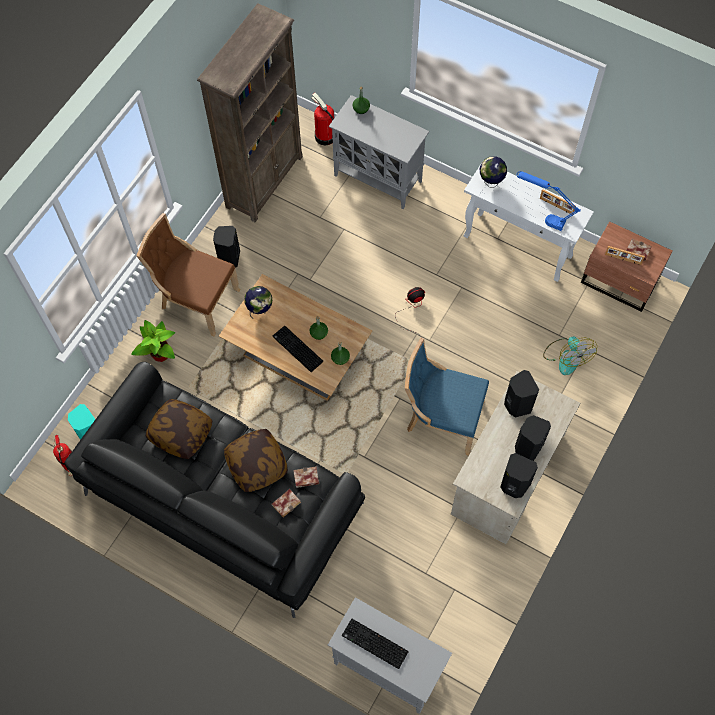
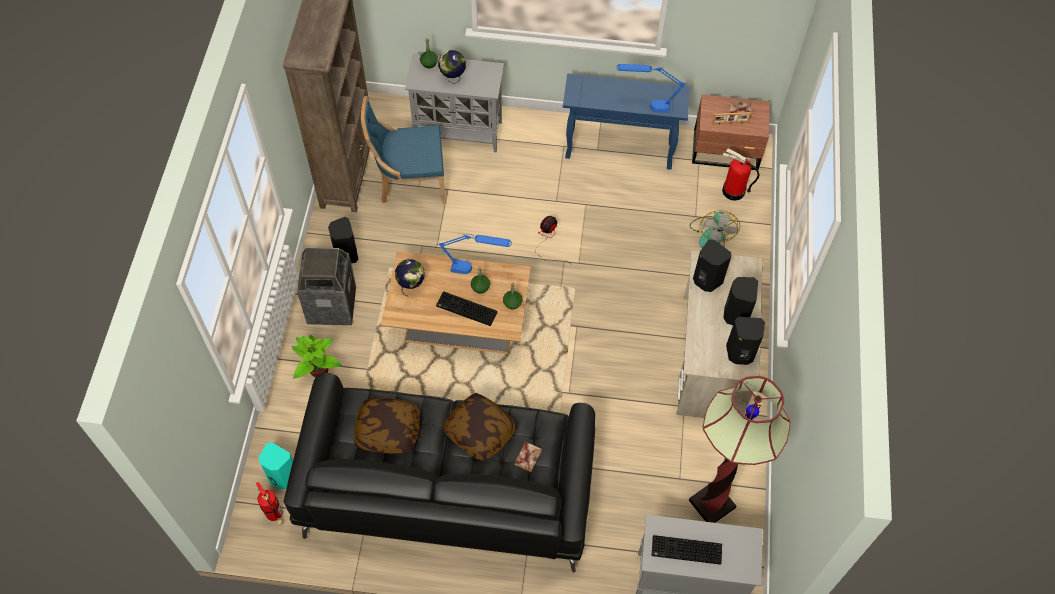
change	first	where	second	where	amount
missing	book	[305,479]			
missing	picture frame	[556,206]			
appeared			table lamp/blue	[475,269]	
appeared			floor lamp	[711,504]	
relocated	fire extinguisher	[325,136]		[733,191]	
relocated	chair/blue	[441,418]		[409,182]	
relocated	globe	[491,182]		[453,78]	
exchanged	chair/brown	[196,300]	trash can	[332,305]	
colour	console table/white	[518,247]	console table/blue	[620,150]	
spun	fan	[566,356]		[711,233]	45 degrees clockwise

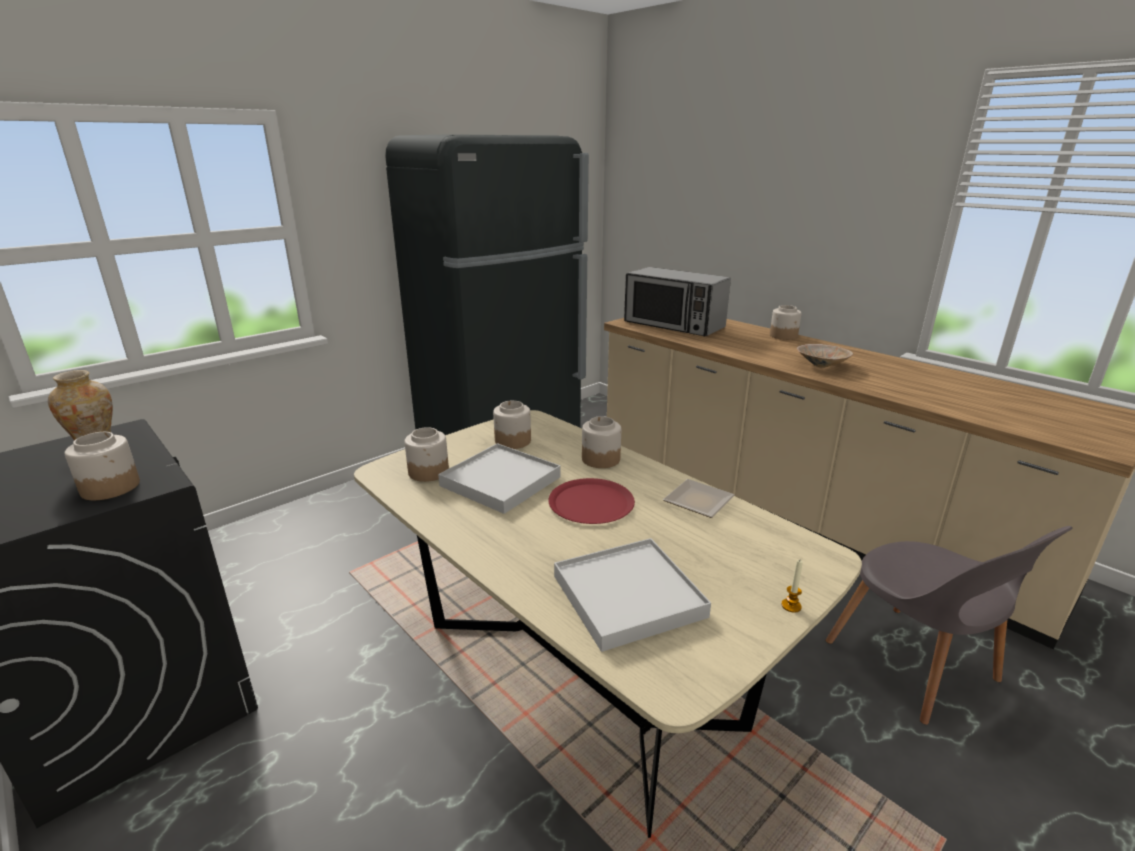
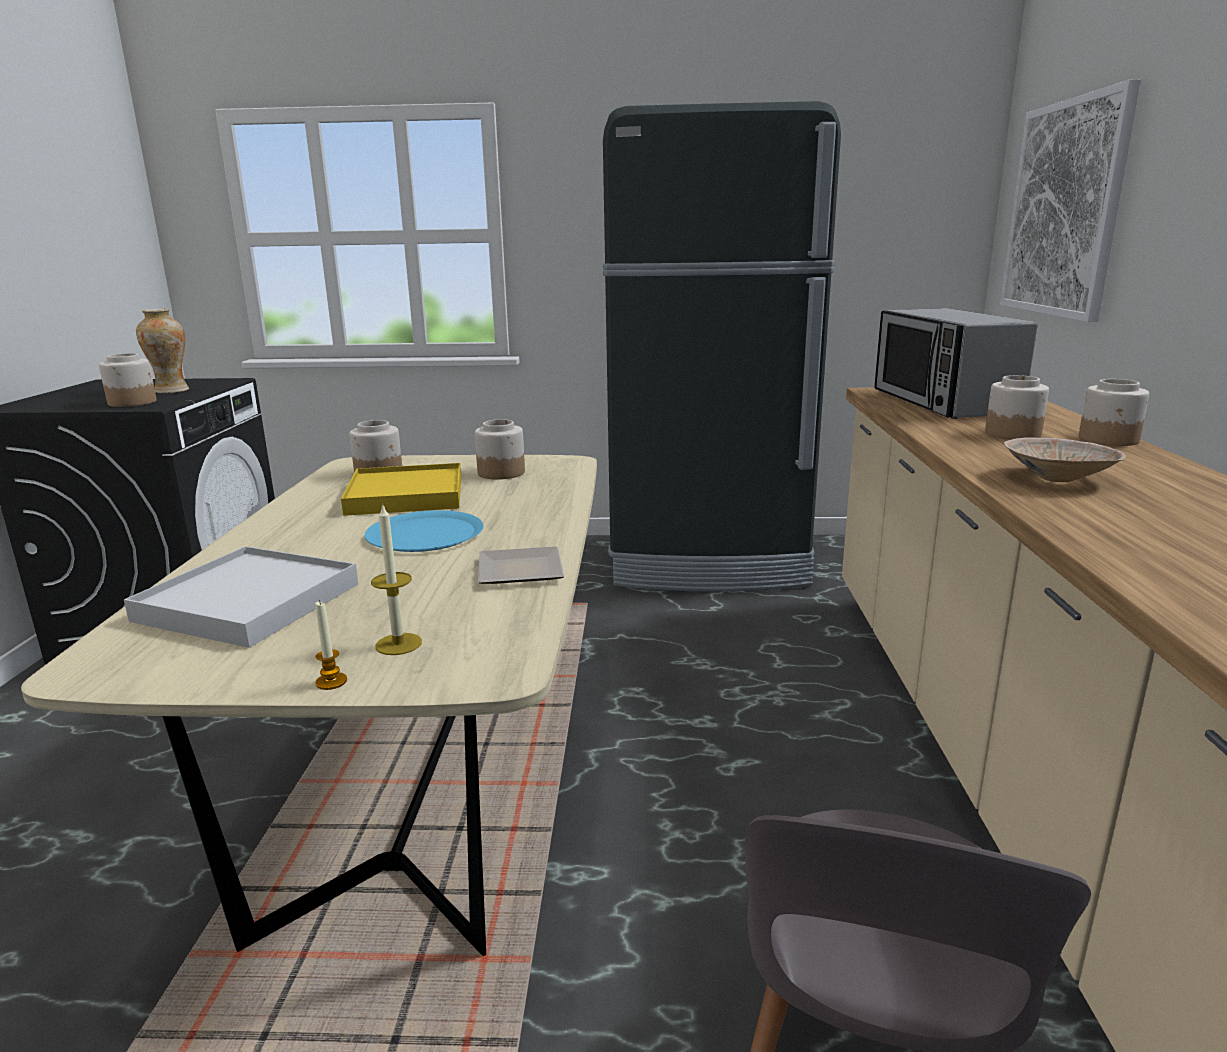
change	first	where	second	where	amount
appeared			candle	[398,644]	
appeared			picture	[1064,209]	
relocated	jar	[600,459]		[1012,434]	
colour	tray/white	[500,481]	tray/yellow	[406,495]	
colour	plate/red	[591,503]	plate/blue	[425,534]	

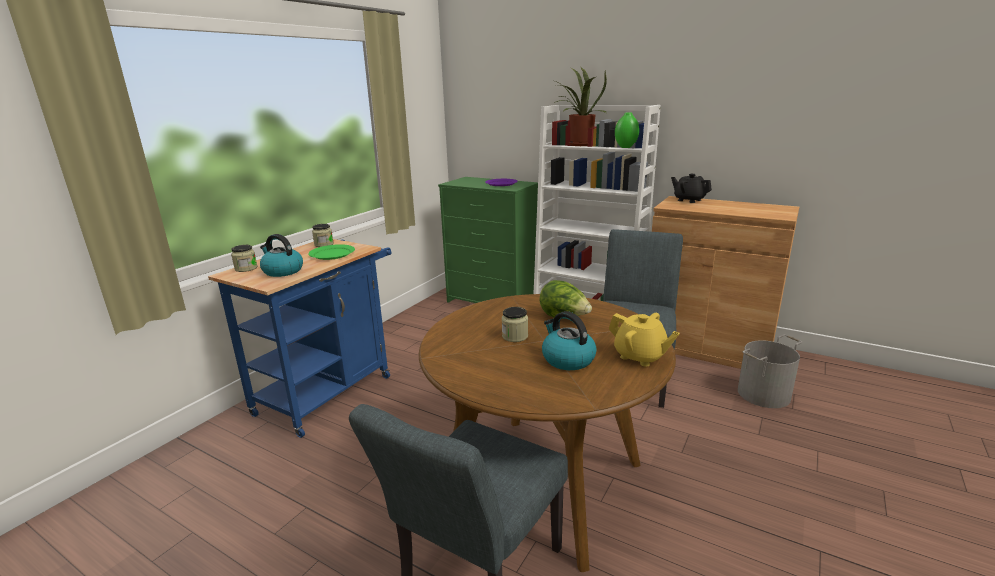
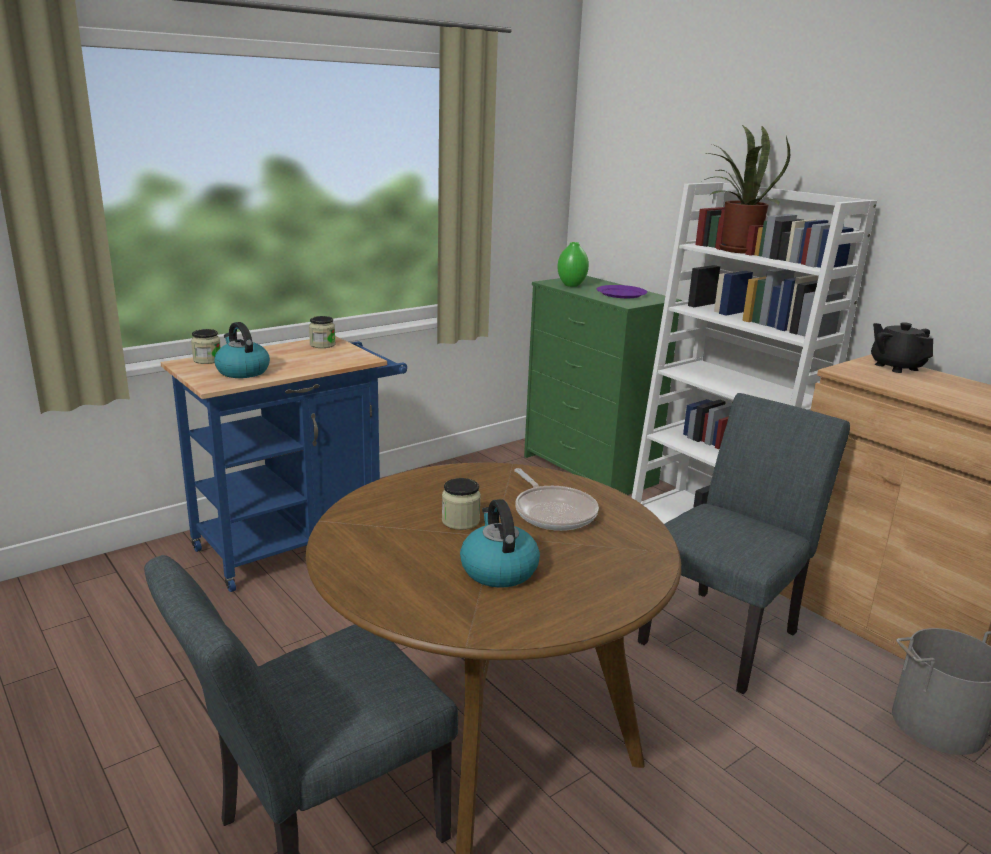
change	first	where	second	where	amount
missing	plate/green	[332,254]			
missing	teapot/yellow	[640,356]			
relocated	vase/green	[626,147]		[571,285]	
exchanged	lettuce	[564,318]	frying pan	[553,512]	

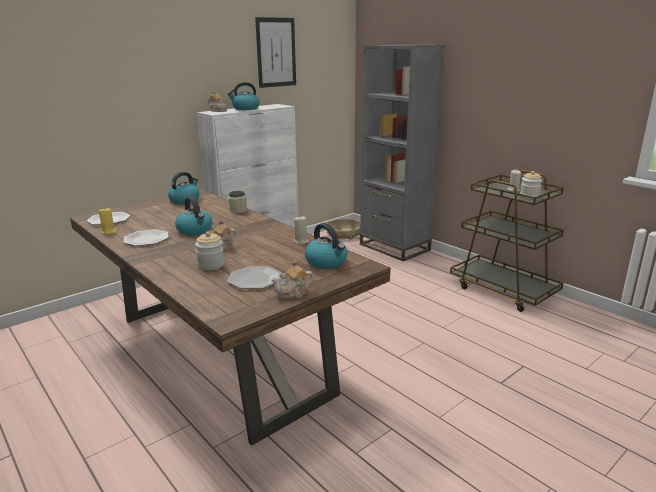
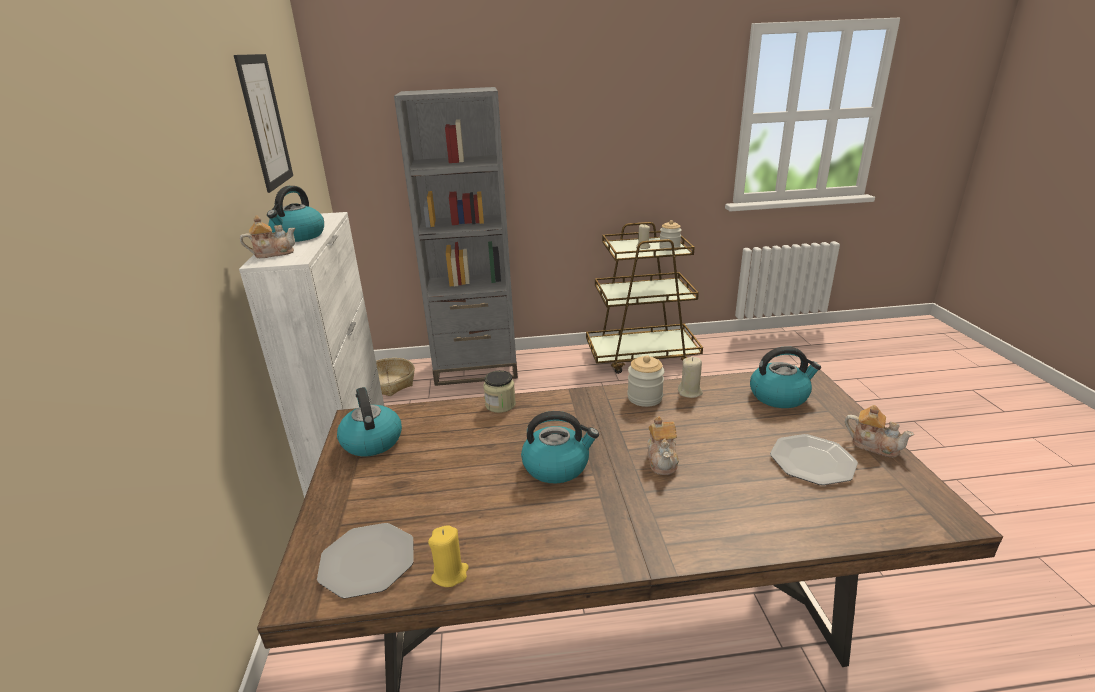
change	first	where	second	where	amount
missing	plate	[146,239]			
relocated	jar	[211,265]		[644,398]	
spun	teapot	[293,293]		[874,445]	60 degrees counterclockwise

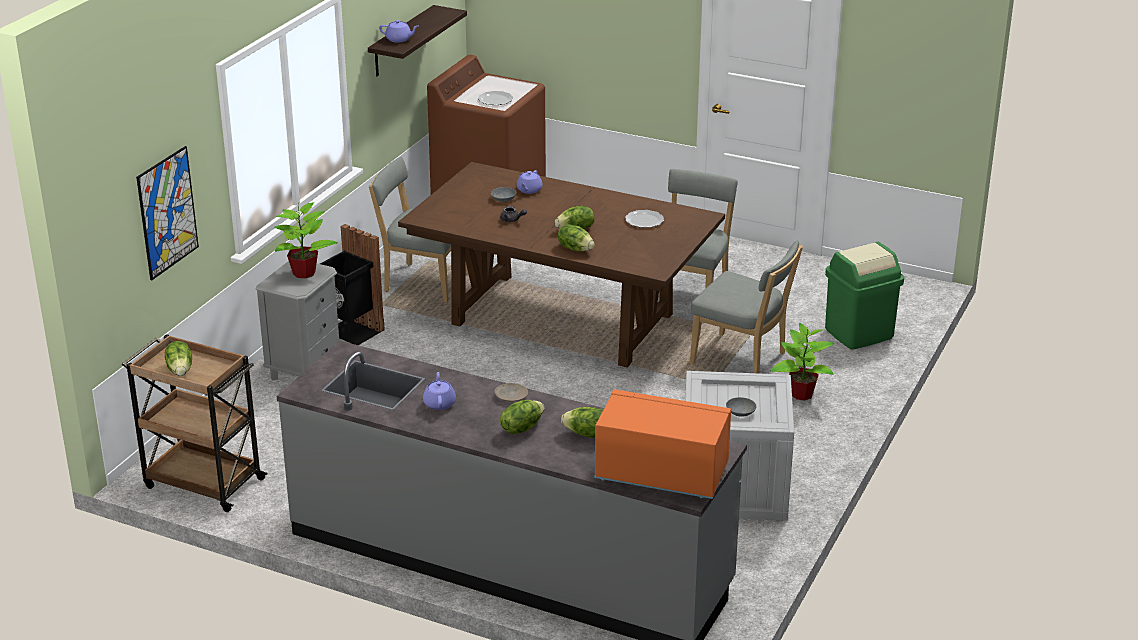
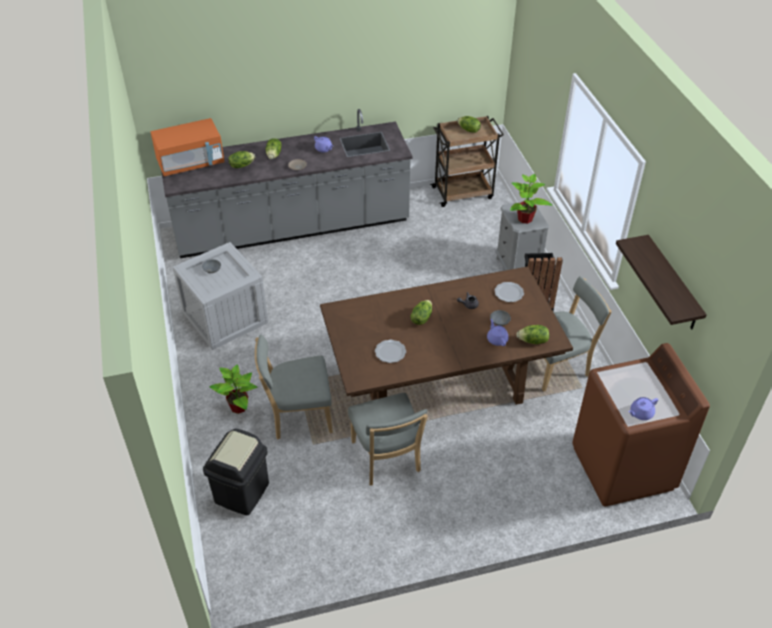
change	first	where	second	where	amount
missing	picture	[167,212]			
relocated	teapot/purple	[399,39]		[640,413]	
relocated	plate	[495,99]		[509,293]	
relocated	lettuce	[575,249]		[533,341]	
colour	trash can/green	[858,333]	trash can/black	[242,493]	

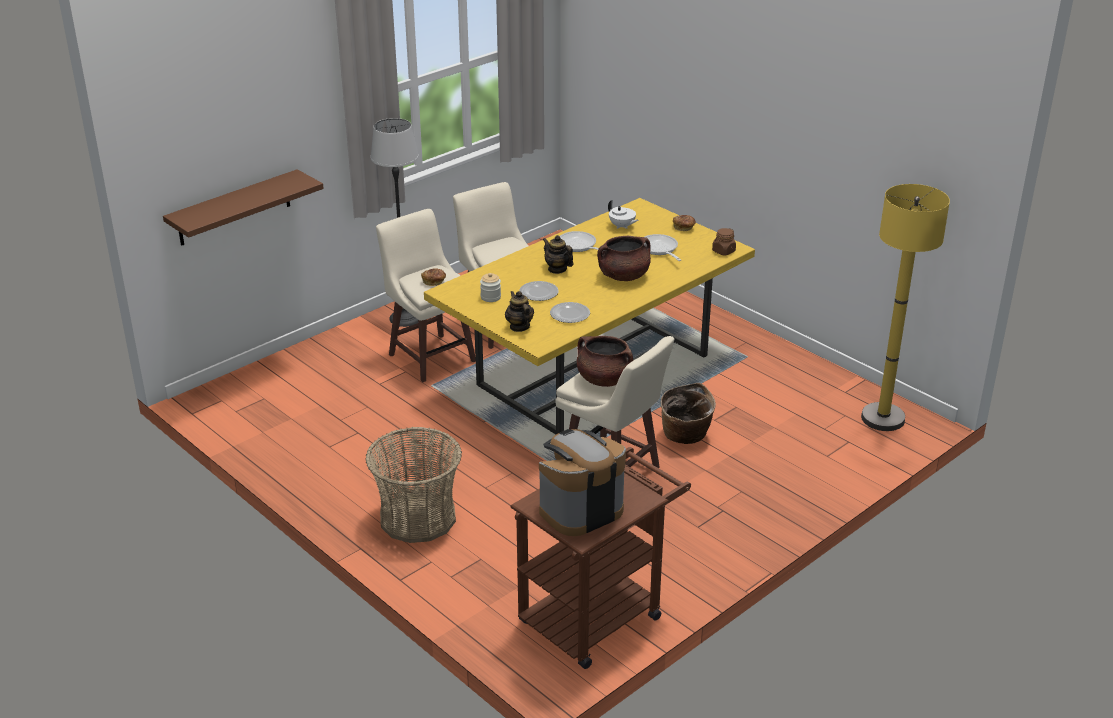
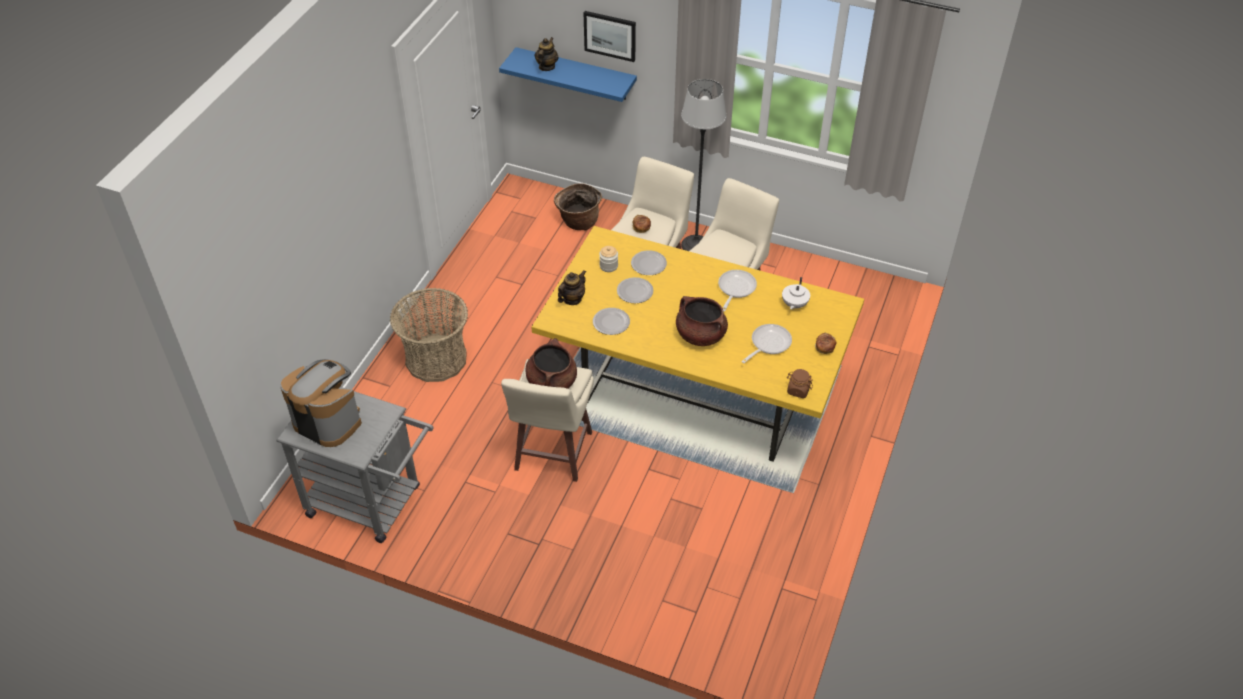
change	first	where	second	where	amount
missing	floor lamp/yellow	[883,418]			
appeared			picture	[610,35]	
appeared			plate	[648,264]	
relocated	teapot	[557,269]		[546,67]	
relocated	basket	[685,436]		[578,222]	
colour	shelf/brown	[234,208]	shelf/blue	[575,74]	
colour	cart/brown	[599,613]	cart/grey	[372,503]	

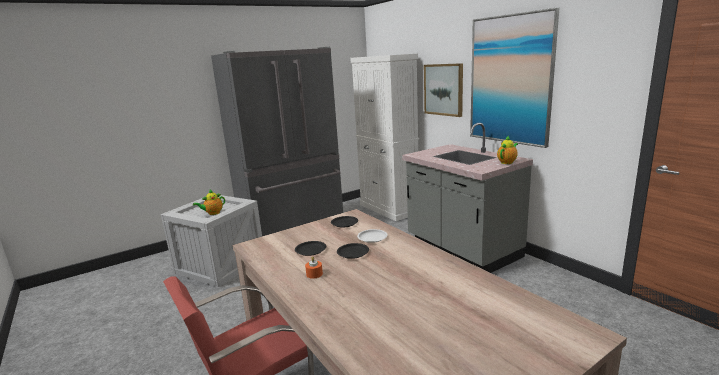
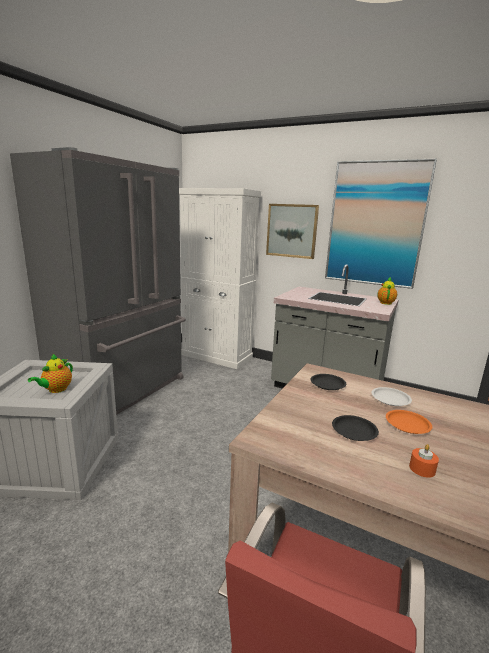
change	first	where	second	where	amount
colour	plate/black	[353,253]	plate/orange	[407,425]	

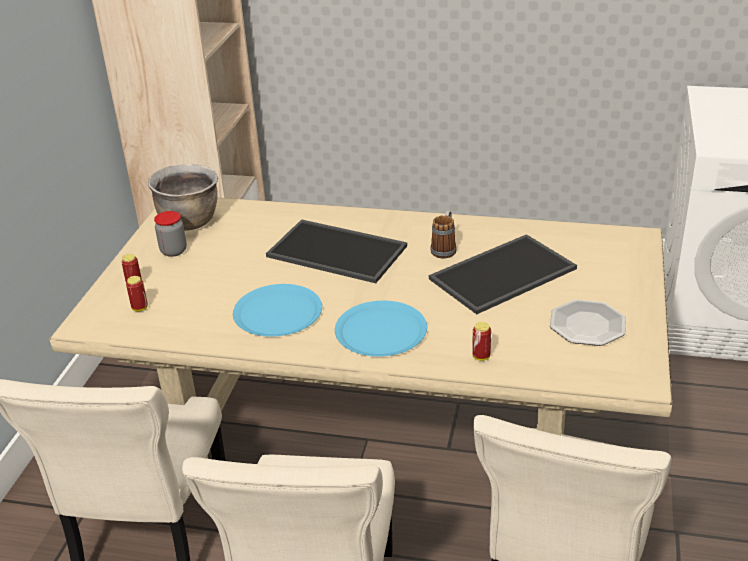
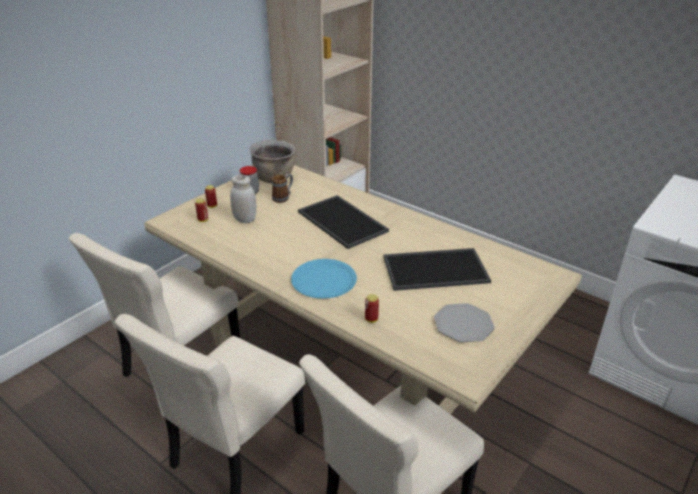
change	first	where	second	where	amount
missing	plate/blue	[278,312]			
appeared			jar/white	[245,219]	
relocated	mug	[445,249]		[283,197]	

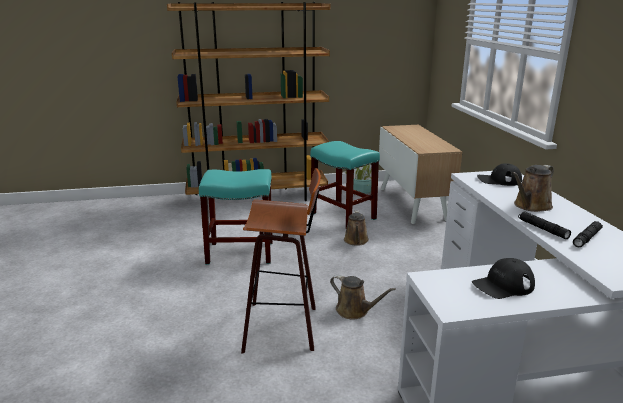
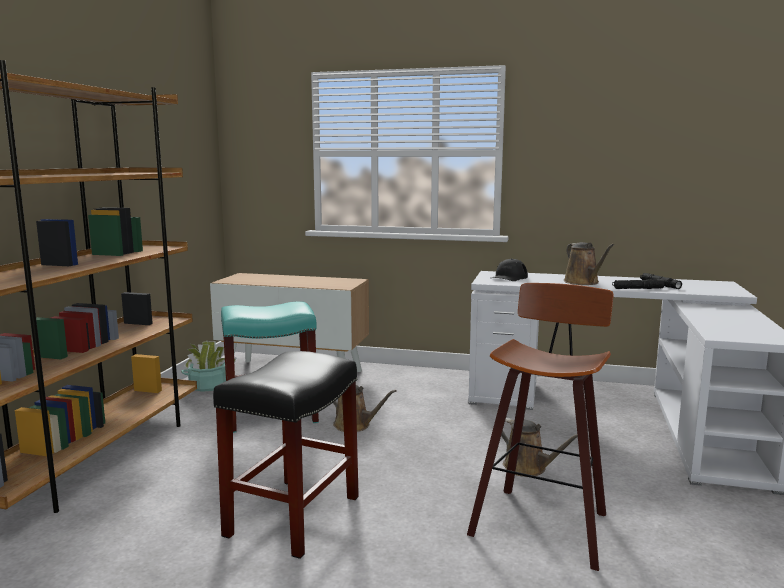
change	first	where	second	where	amount
missing	cap/black	[503,285]			
colour	stool/turquoise	[239,253]	stool/black	[293,516]	
spun	watering can/brown	[355,311]		[528,468]	75 degrees clockwise

